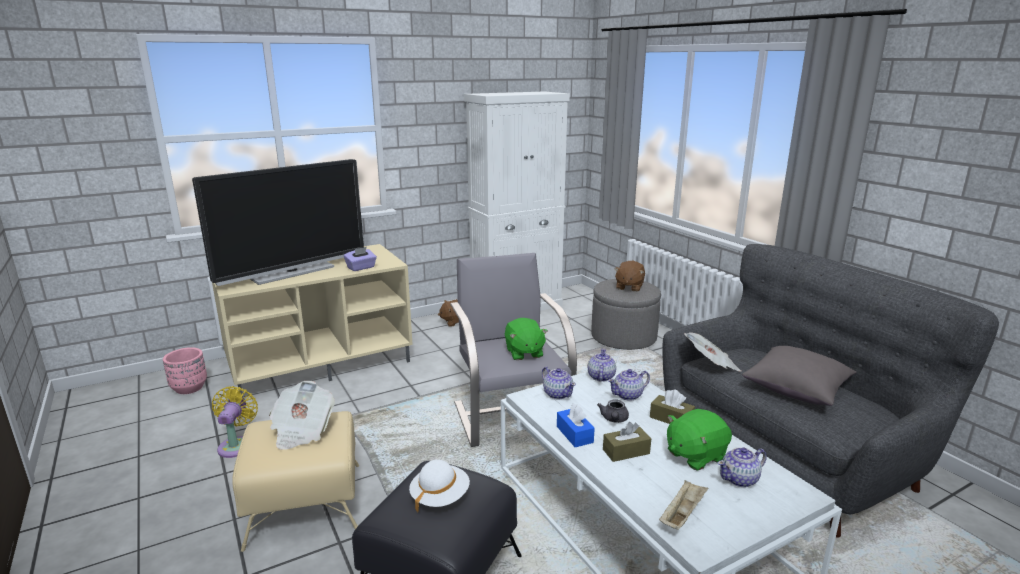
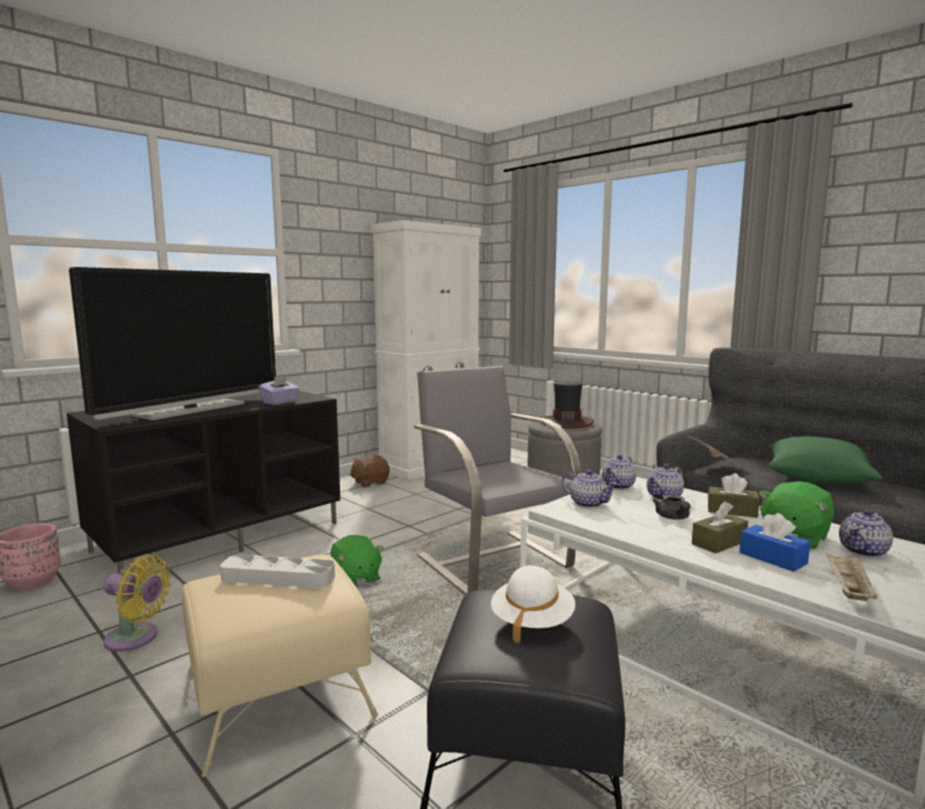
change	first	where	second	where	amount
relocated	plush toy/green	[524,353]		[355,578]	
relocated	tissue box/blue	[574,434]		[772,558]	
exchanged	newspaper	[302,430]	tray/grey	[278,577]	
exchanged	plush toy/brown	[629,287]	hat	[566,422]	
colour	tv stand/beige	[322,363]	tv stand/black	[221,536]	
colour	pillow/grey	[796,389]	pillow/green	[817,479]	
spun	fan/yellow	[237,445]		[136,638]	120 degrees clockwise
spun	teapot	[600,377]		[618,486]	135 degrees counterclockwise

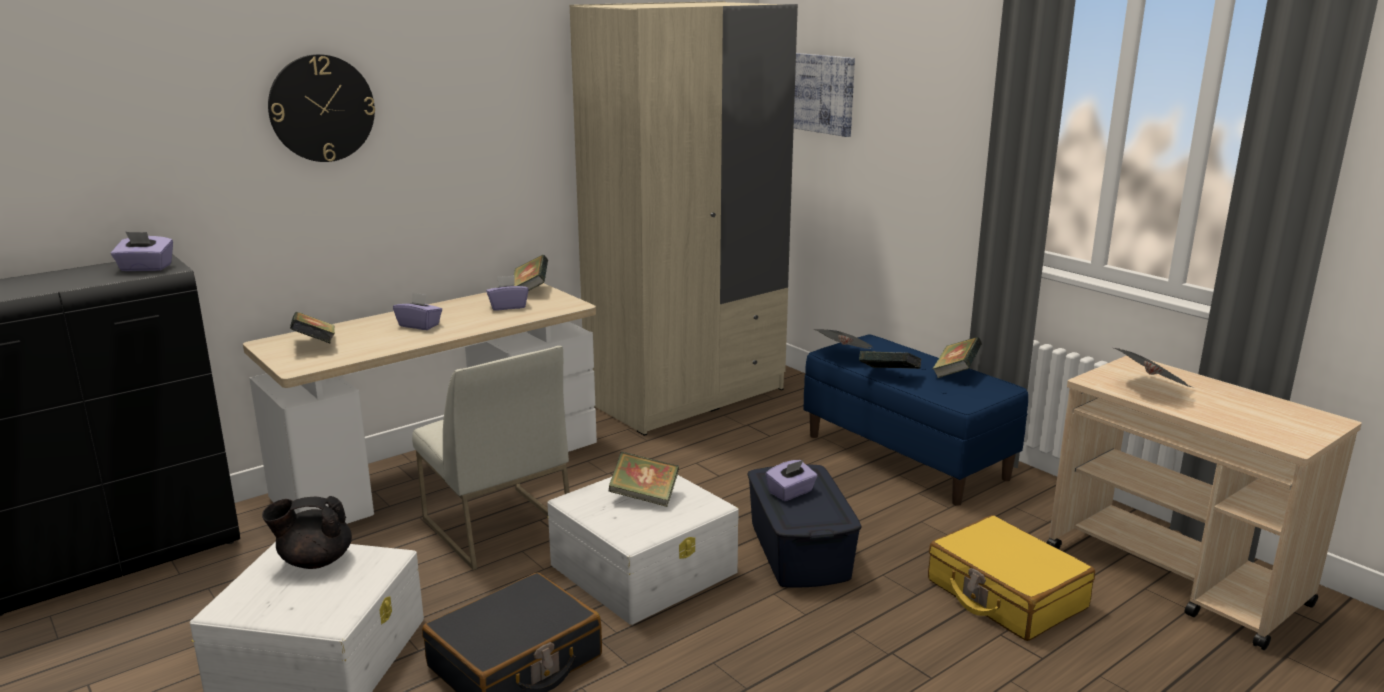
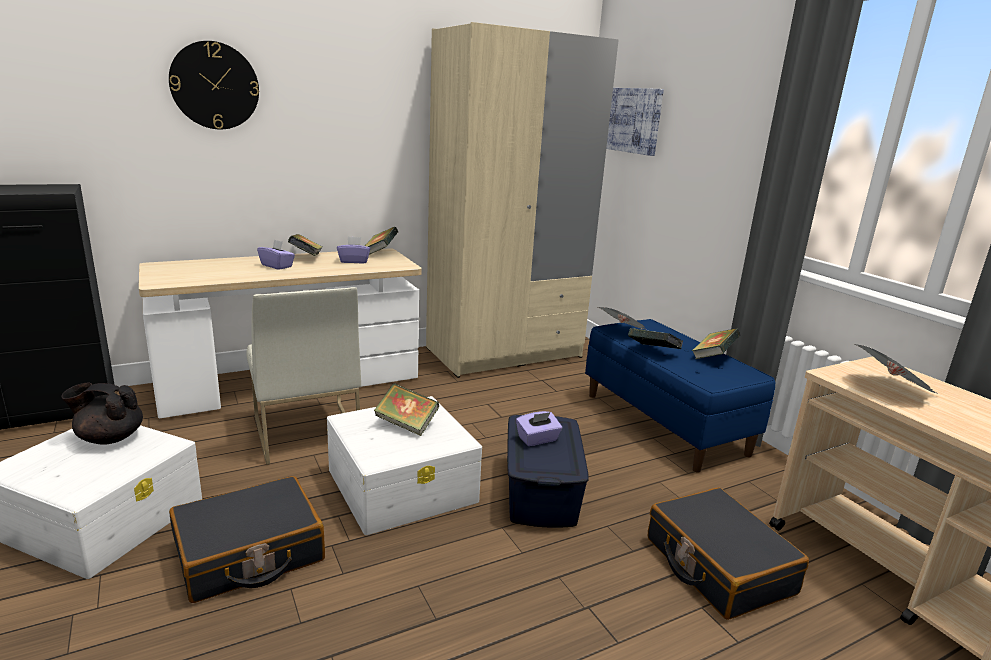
change	first	where	second	where	amount
missing	tissue box/purple	[145,268]			
relocated	book	[315,345]		[306,258]	
colour	suitcase/yellow	[1005,594]	suitcase/black	[717,565]	

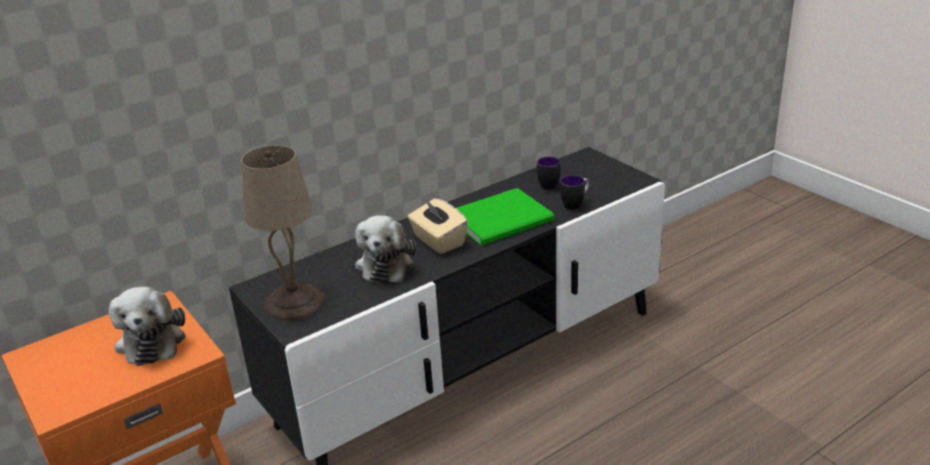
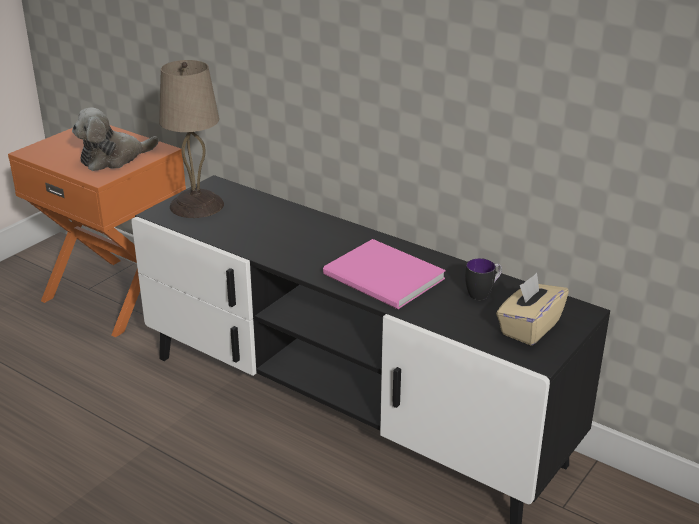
change	first	where	second	where	amount
missing	plush toy	[386,264]			
missing	mug	[575,204]			
relocated	tissue box/beige	[438,241]		[529,328]	
colour	book/green	[504,219]	book/pink	[384,279]	

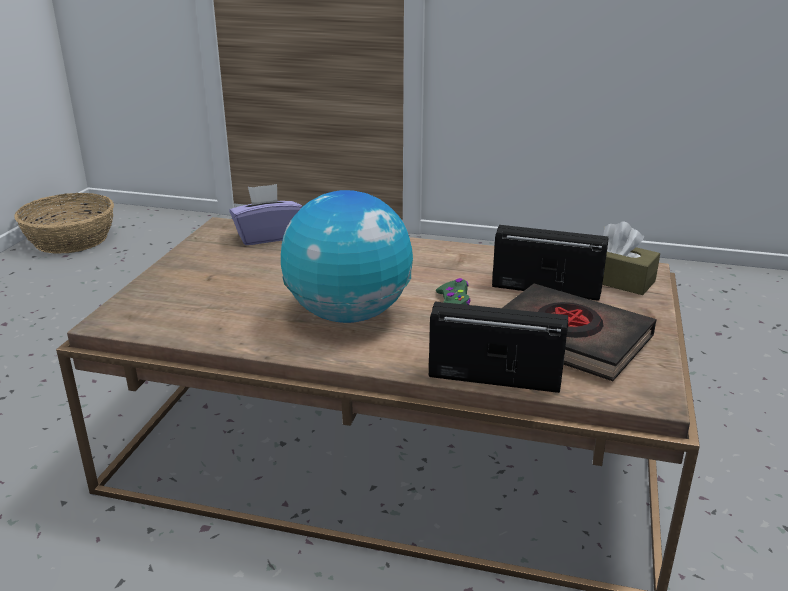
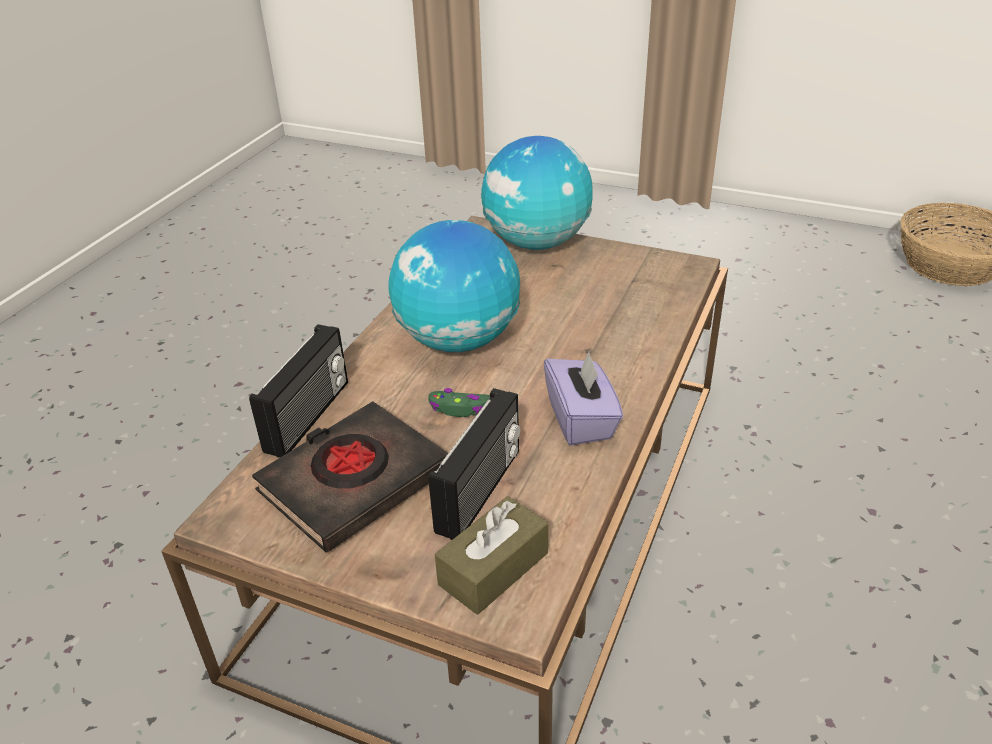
change	first	where	second	where	amount
appeared			globe	[537,242]	
relocated	tissue box/purple	[267,236]		[581,420]	

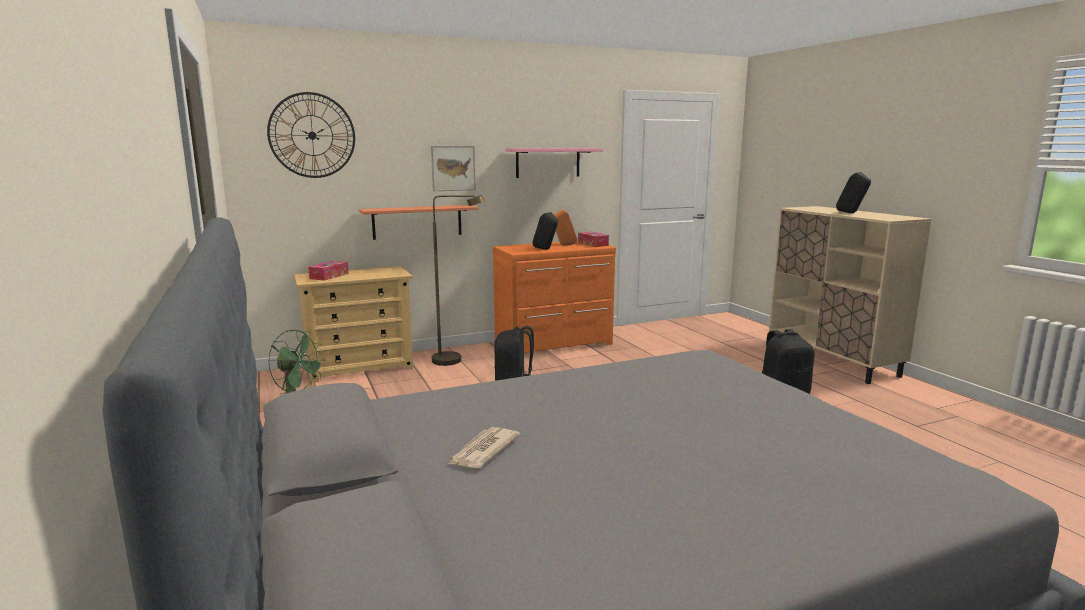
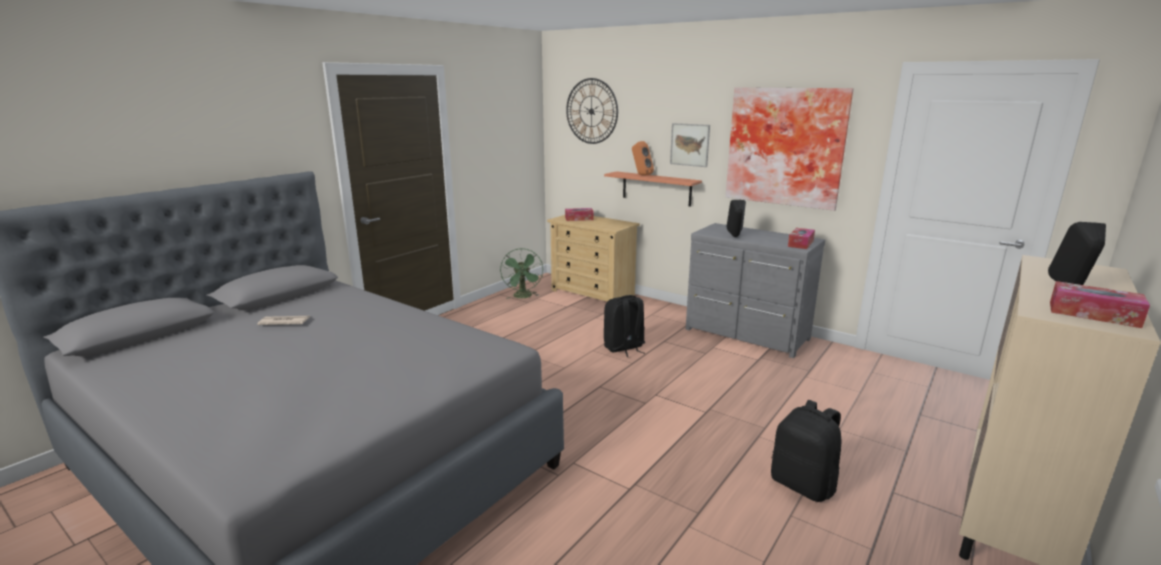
change	first	where	second	where	amount
missing	floor lamp/brown	[455,360]			
appeared			tissue box	[1093,314]	
relocated	speaker/orange	[563,245]		[641,175]	
exchanged	shelf/pink	[548,162]	picture	[786,147]	
colour	dresser/orange	[555,344]	dresser/grey	[746,335]	

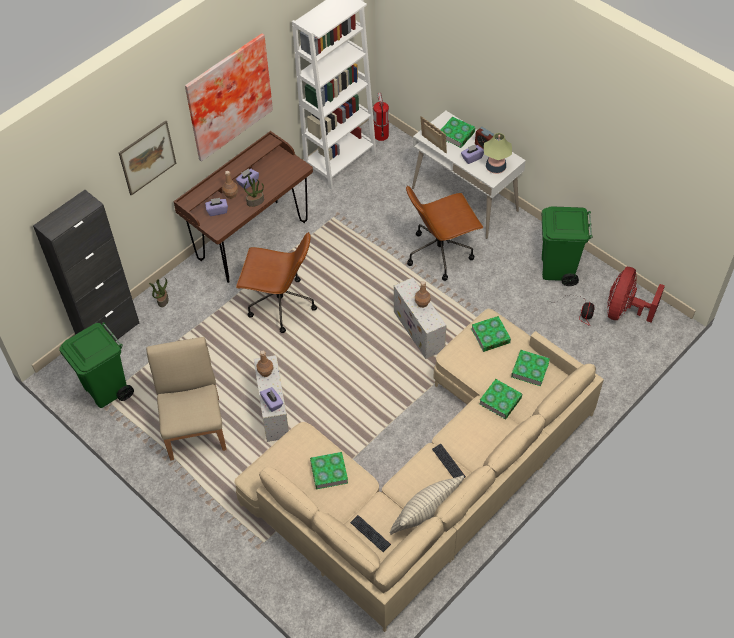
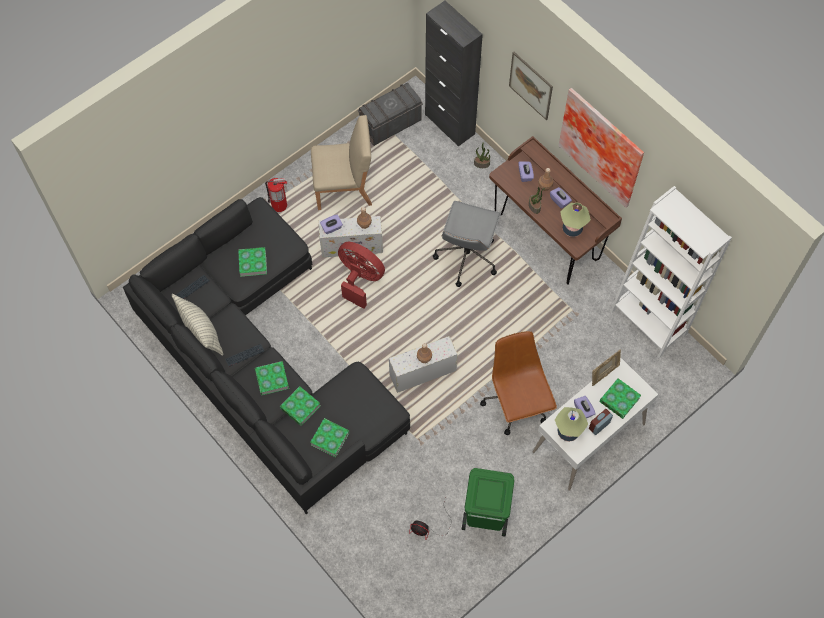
change	first	where	second	where	amount
appeared			table lamp	[572,229]	
relocated	fire extinguisher	[381,135]		[279,205]	
relocated	book	[490,336]		[272,379]	
relocated	fan/red	[624,311]		[360,279]	
exchanged	trash can/green	[107,390]	storage box/grey	[390,124]	
colour	sofa/beige	[429,478]	sofa/black	[264,363]	
colour	office chair/brown	[280,304]	office chair/grey	[466,257]	

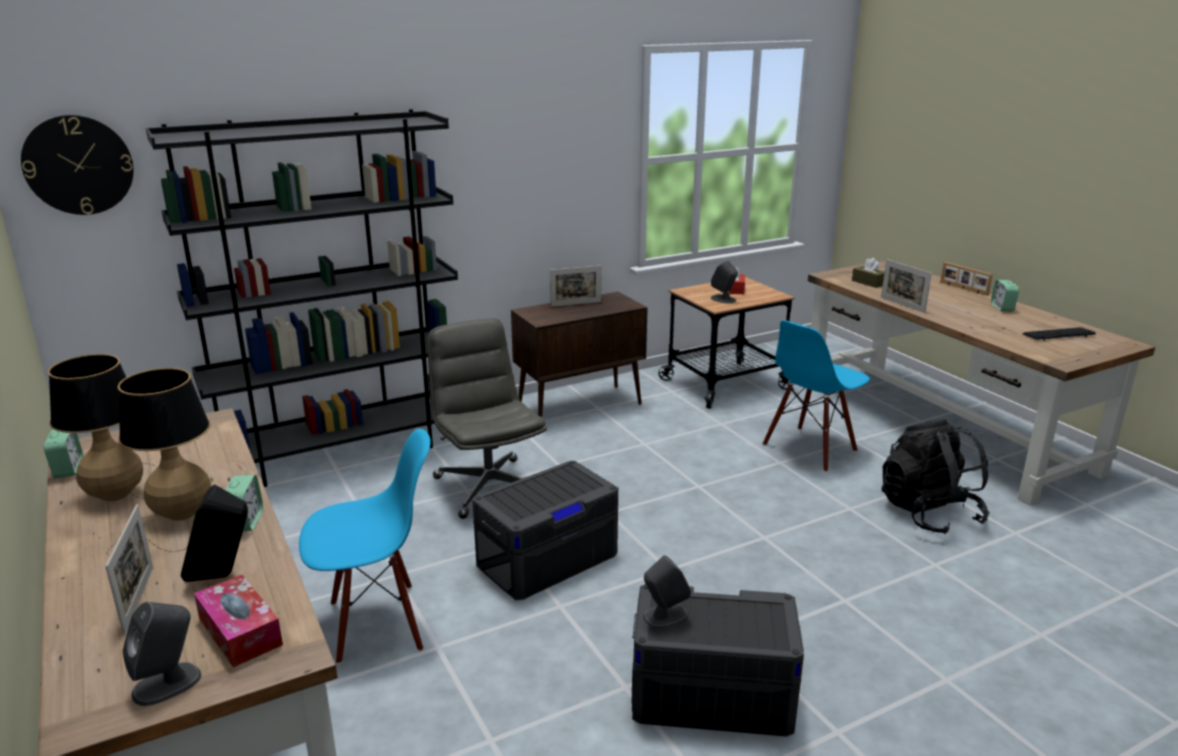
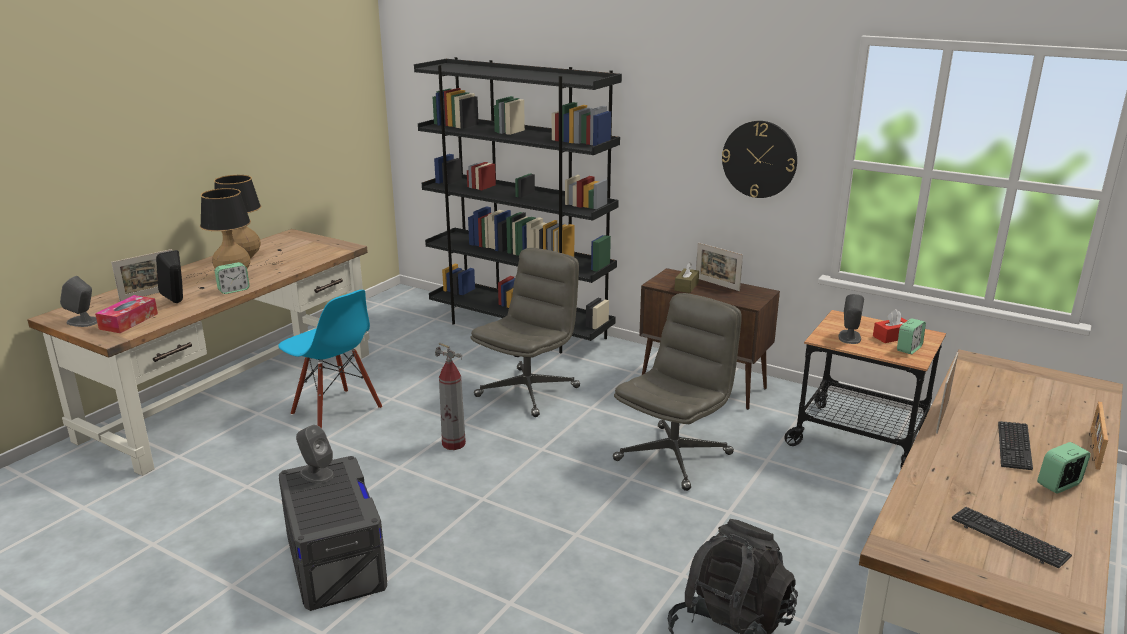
change	first	where	second	where	amount
missing	chair/blue	[810,449]			
appeared			office chair/grey	[673,456]	
appeared			keyboard	[1014,447]	
relocated	wall clock	[78,165]		[759,159]	
relocated	alarm clock	[68,469]		[909,349]	
relocated	tissue box/brown	[868,282]		[686,286]	
exchanged	storage box/grey	[547,558]	fire extinguisher	[454,444]	

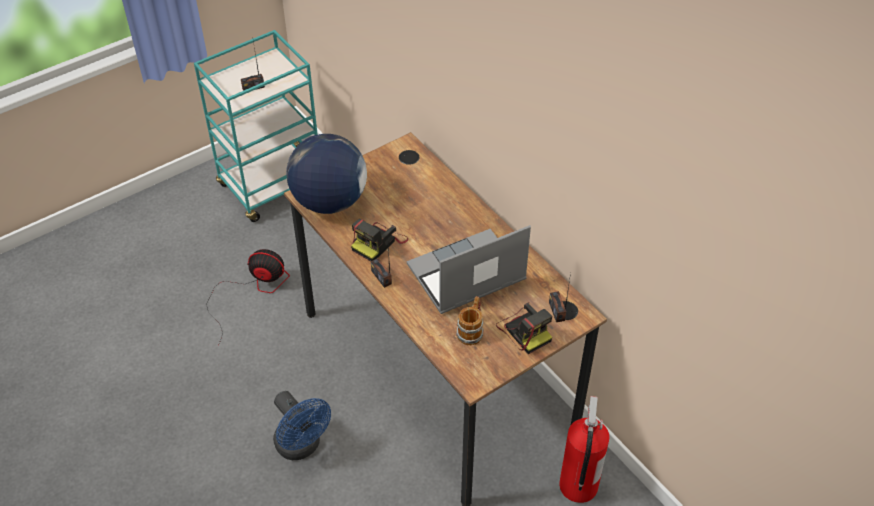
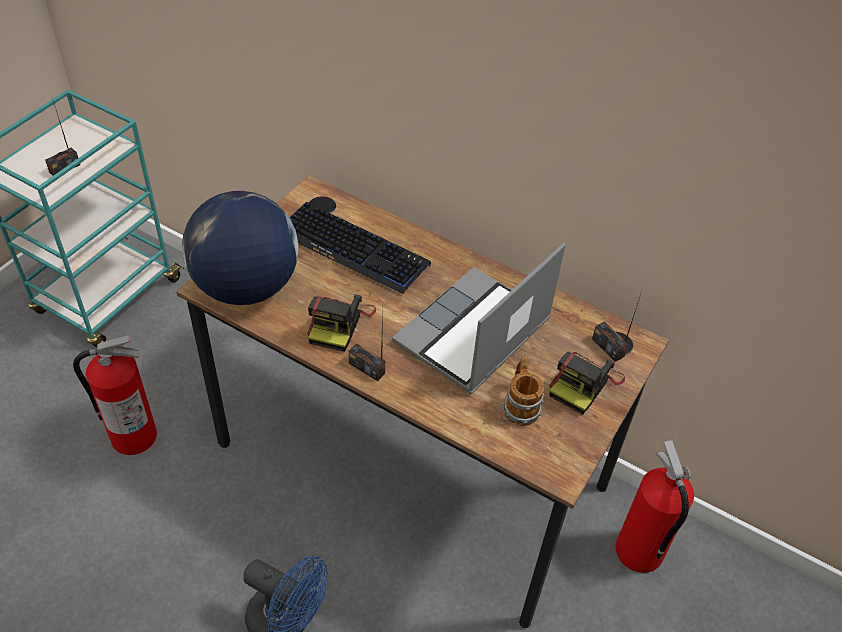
change	first	where	second	where	amount
appeared			keyboard	[353,249]	
exchanged	fan	[252,291]	fire extinguisher	[133,436]	
spun	photo camera	[524,330]		[584,383]	90 degrees clockwise

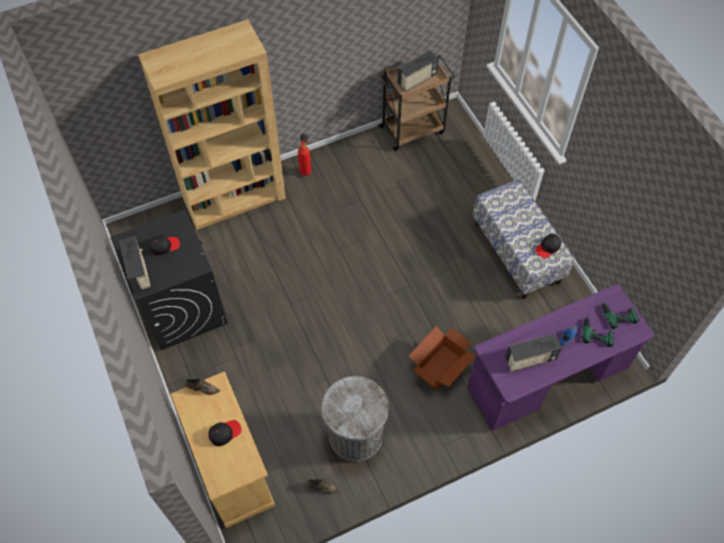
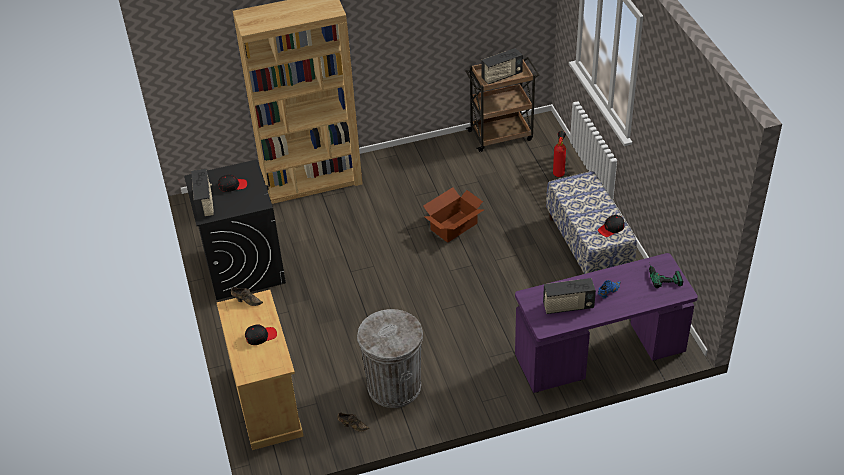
change	first	where	second	where	amount
missing	power drill	[596,330]			
relocated	fire extinguisher	[305,170]		[558,172]	
relocated	cardboard box	[439,367]		[453,226]	

